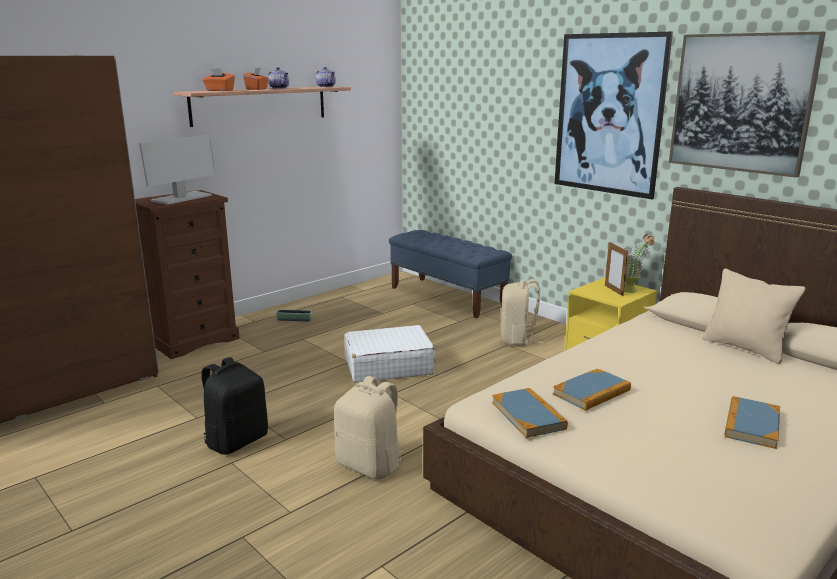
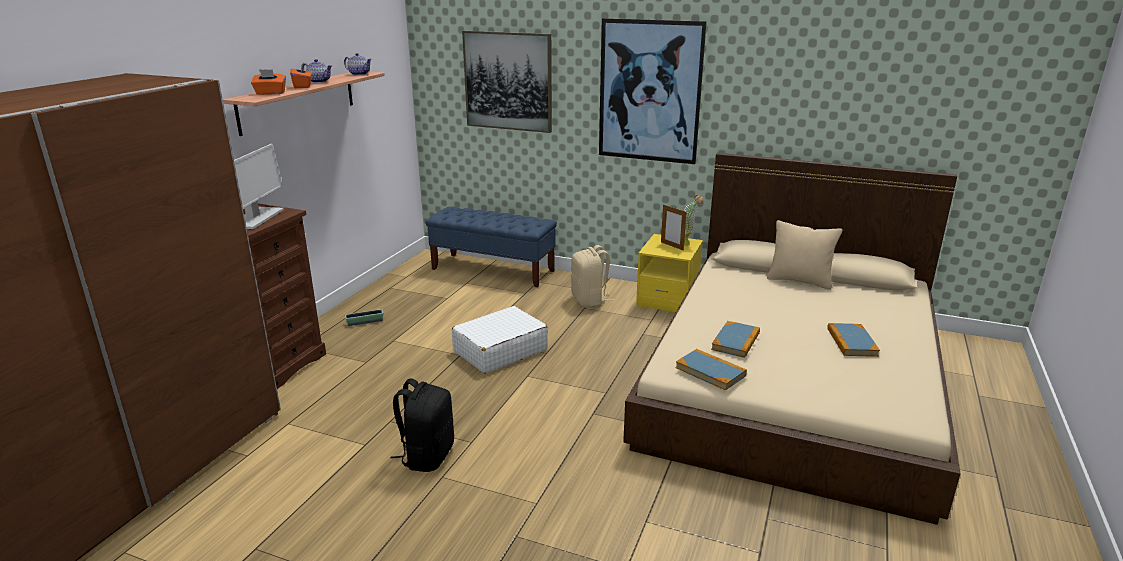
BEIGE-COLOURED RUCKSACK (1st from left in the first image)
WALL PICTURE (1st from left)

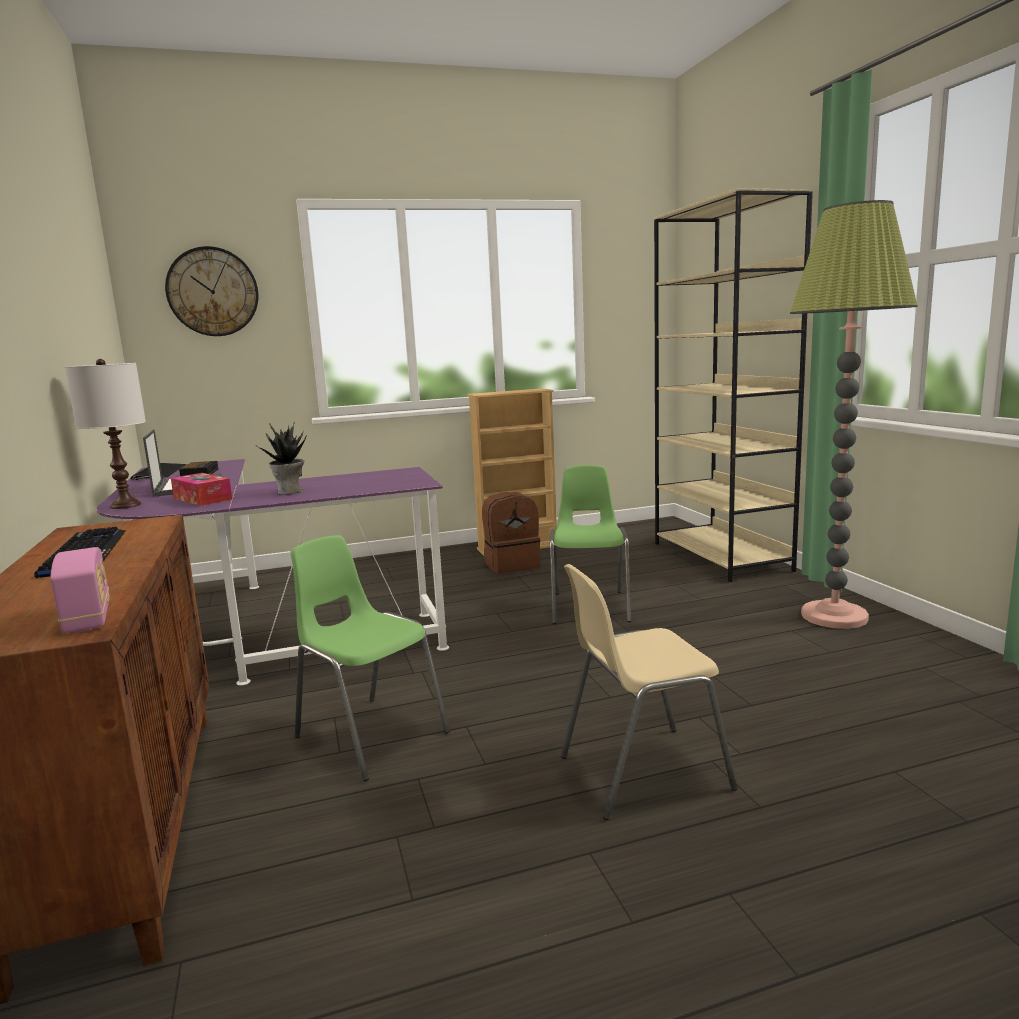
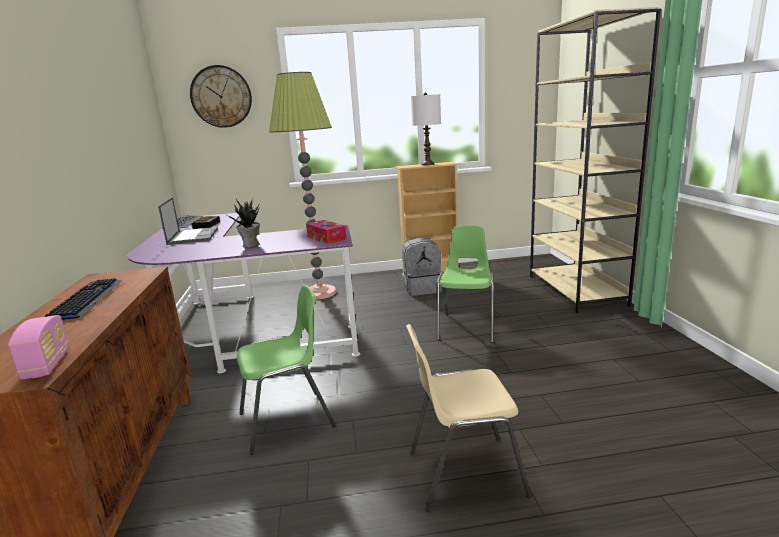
WHITE TABLE LAMP
TISSUE BOX
GREEN-COLOURED PLAIN CHAIR (1st from left)
GREY RUCKSACK
STANDING LAMP

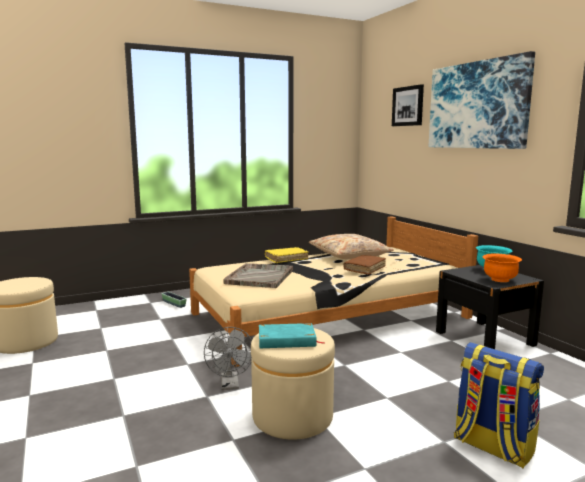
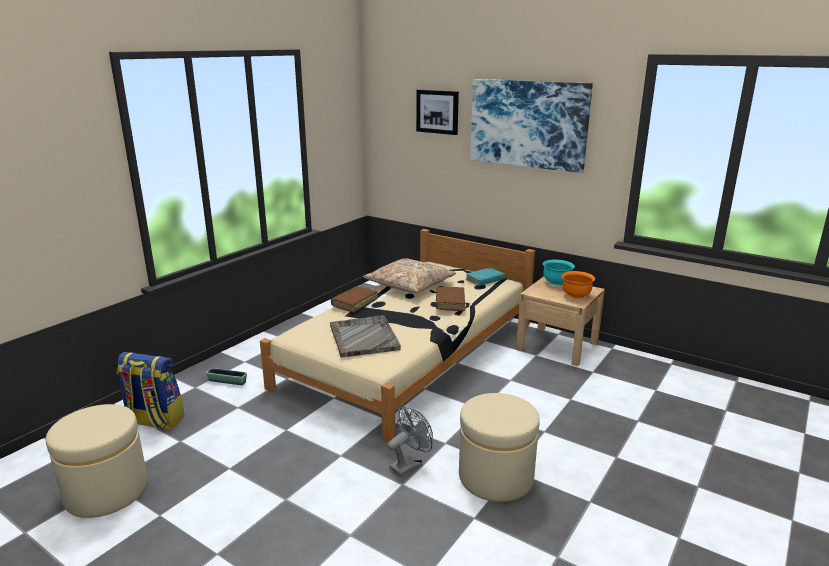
GREY COOLING FAN
BLUE-GREEN VOLUME
BROWN VOLUME (1st from left)
BEIGE-COLOURED NIGHT TABLE
RUCKSACK

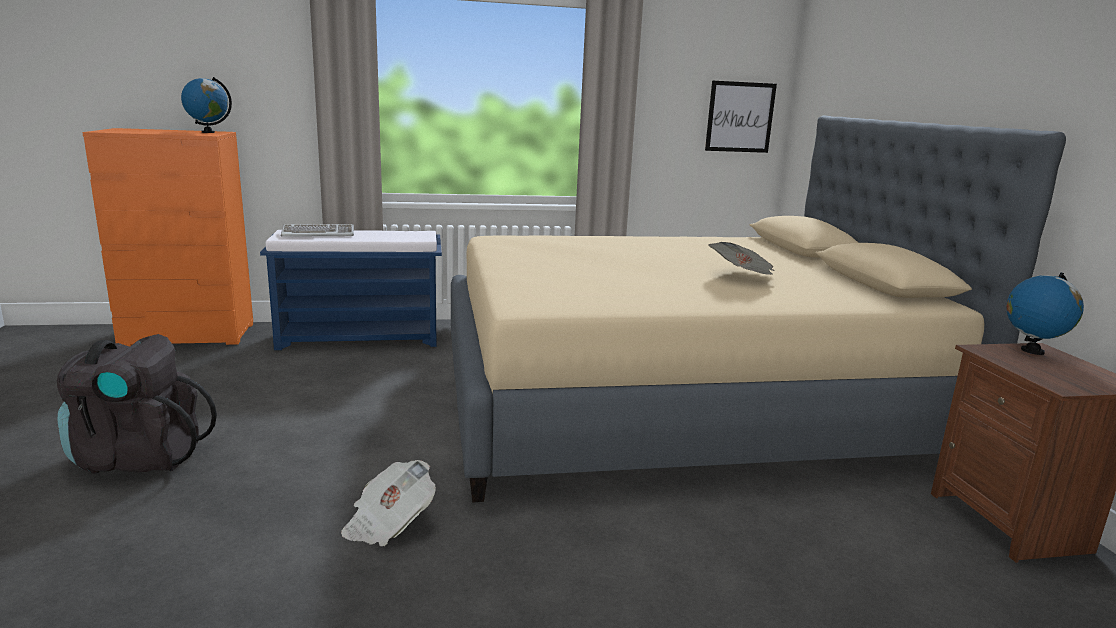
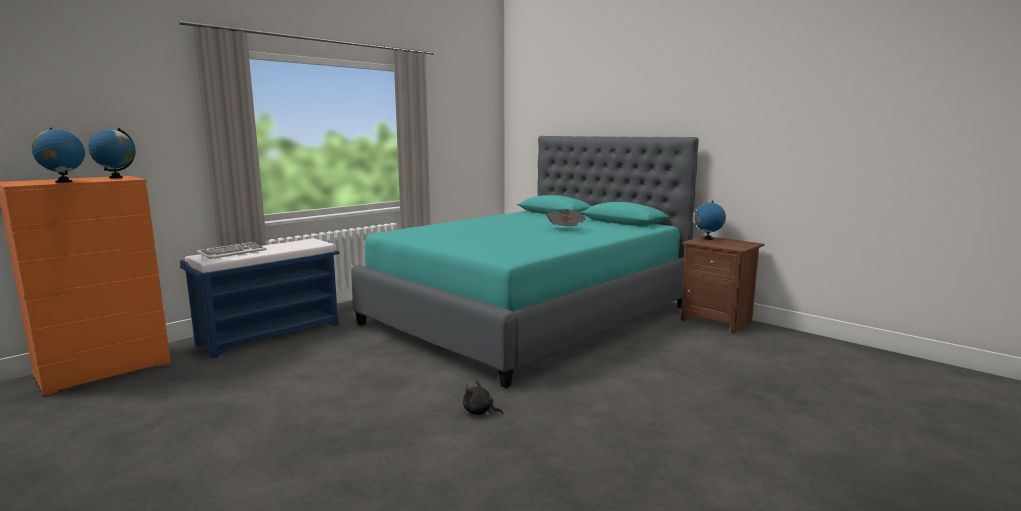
BLACKISH RUCKSACK
BLACKISH CUDDLY TOY
BLUE-GREEN BEDROOM BED
WALL PICTURE
WORLD GLOBE (1st from left)

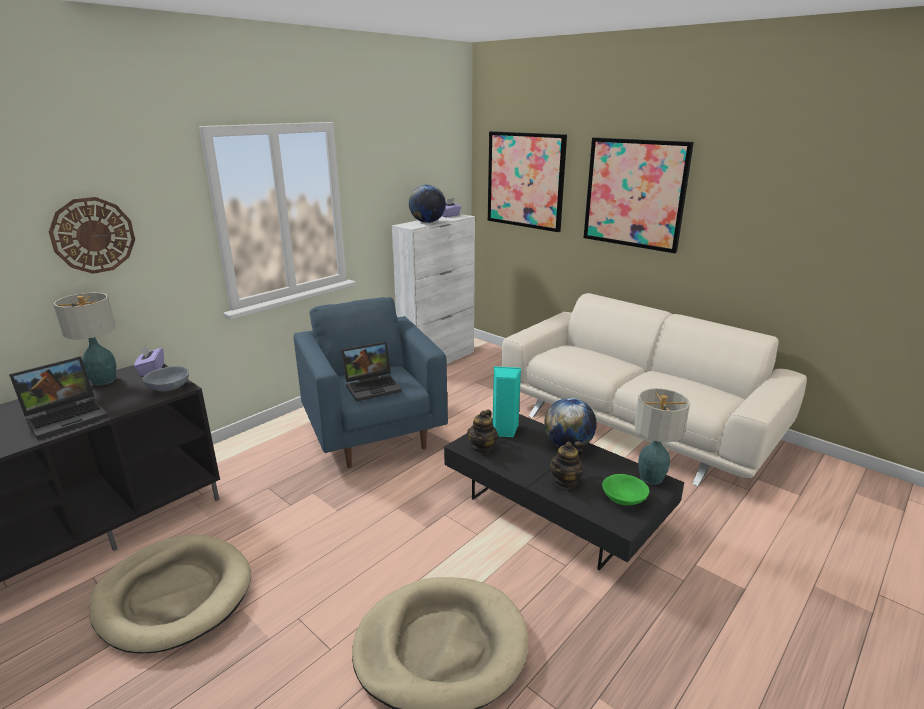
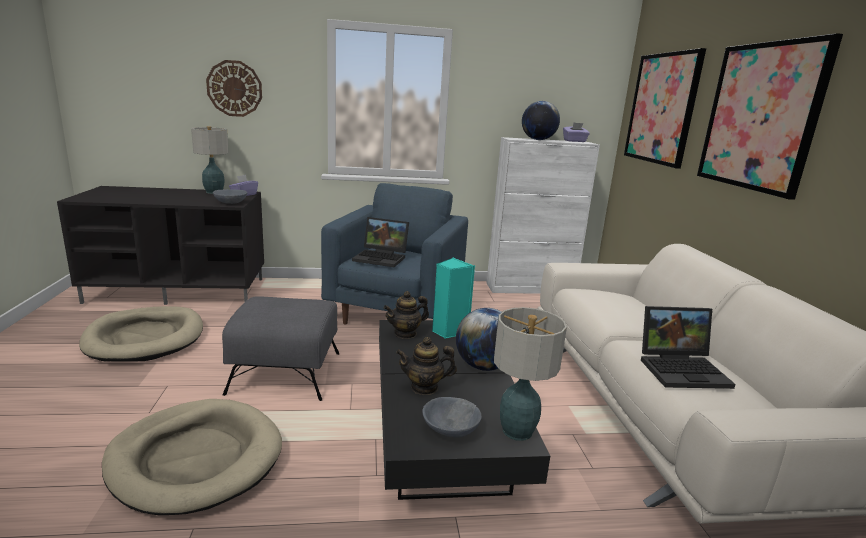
NOTEBOOK COMPUTER (2nd from left)
GREY SERVING BOWL (2nd from left)
GREY FOOTREST

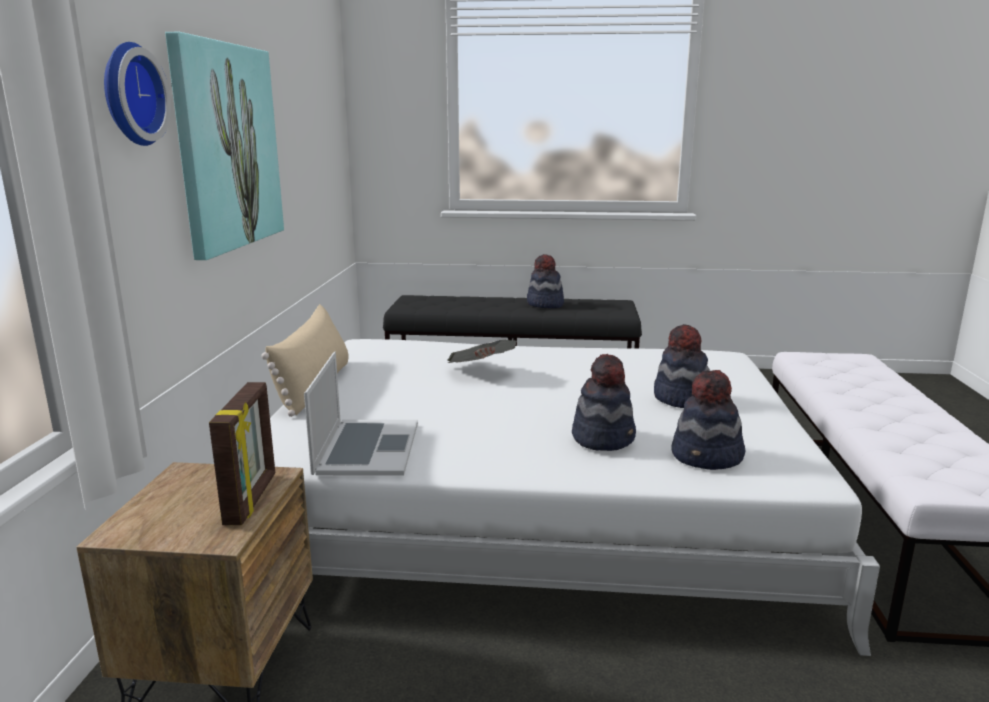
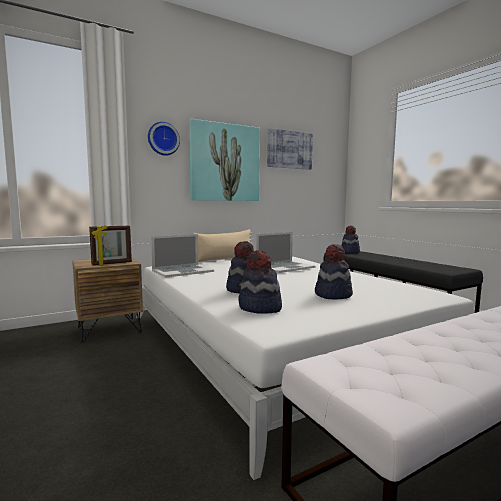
NOTEBOOK COMPUTER (2nd from left)
WEARABLE HAT (4th from left)
WALL PICTURE (2nd from left)

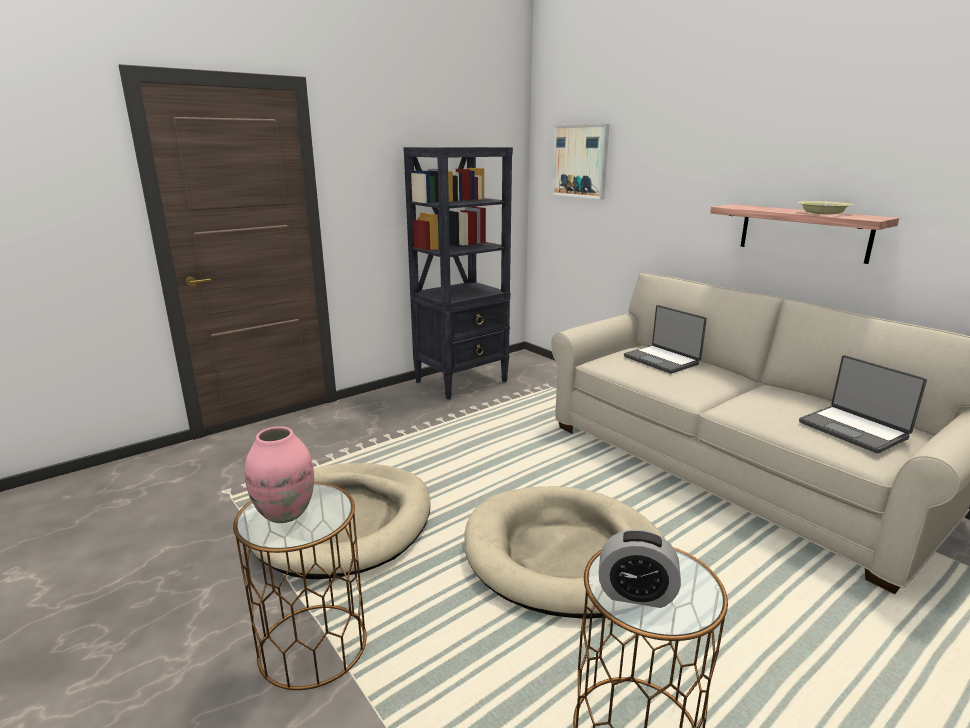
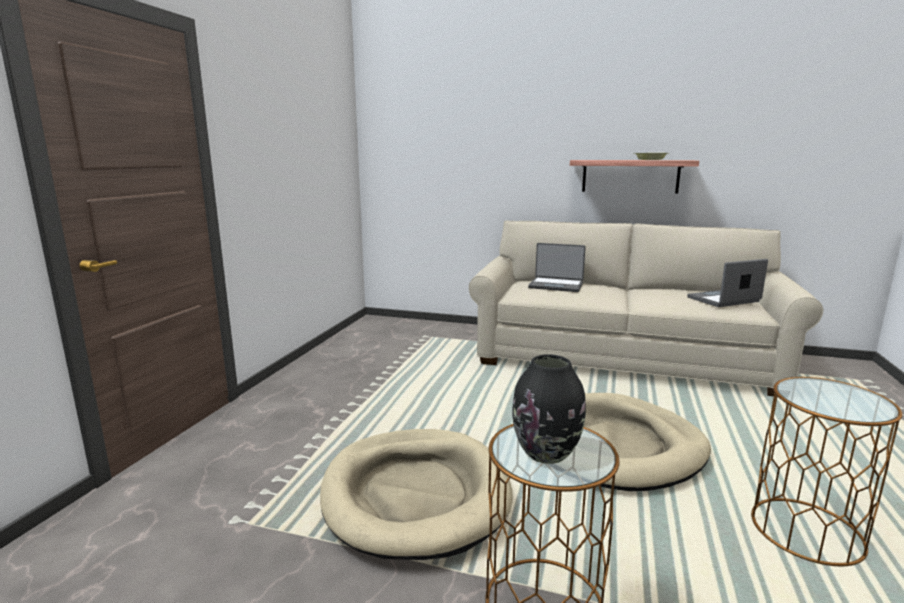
BLACKISH VASE
BLACKISH BOOKSHELF
WALL PICTURE
TABLE CLOCK
NOTEBOOK COMPUTER (2nd from left)

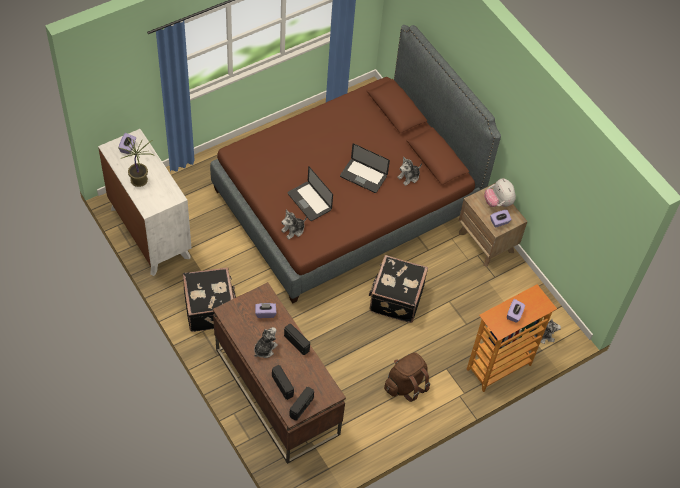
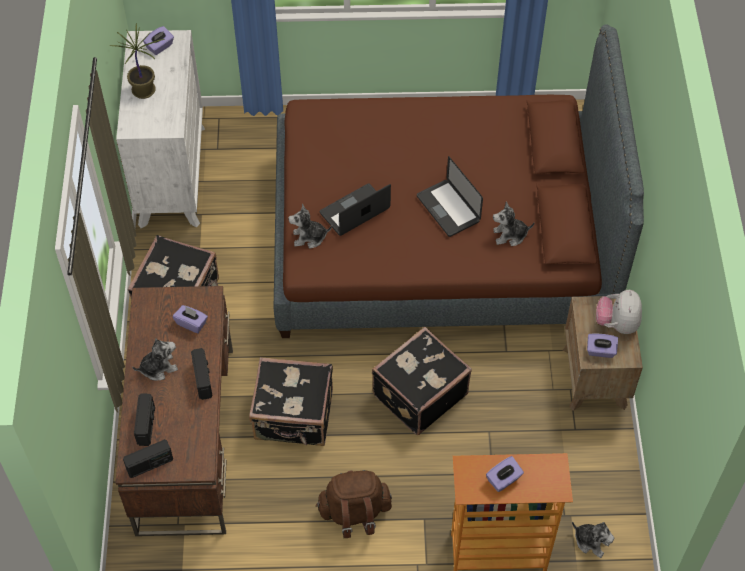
NOTEBOOK COMPUTER (1st from left)
BLACKISH TRAVEL CASE (2nd from left)

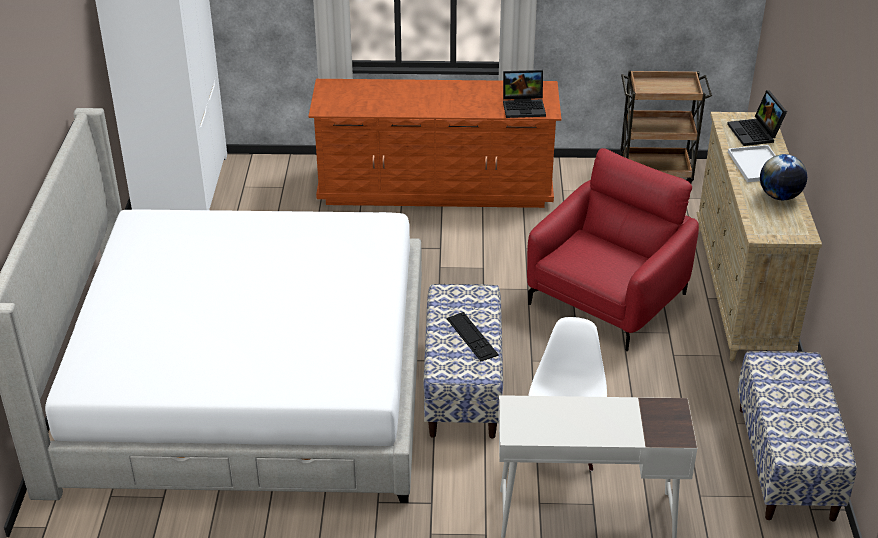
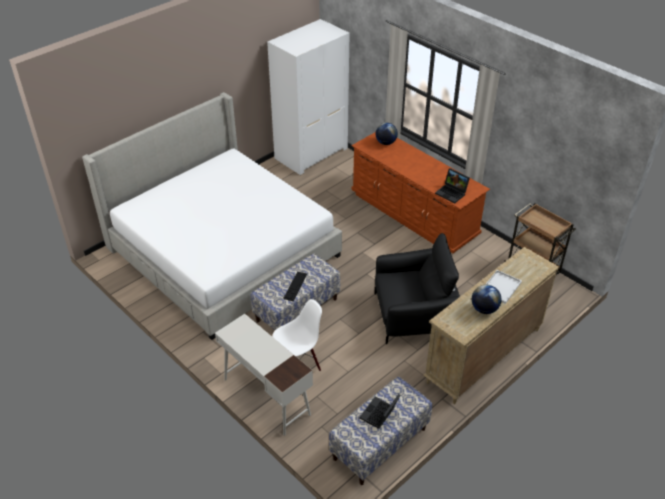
BLACKISH ARMCHAIR
NOTEBOOK COMPUTER (1st from left)
WORLD GLOBE (1st from left)

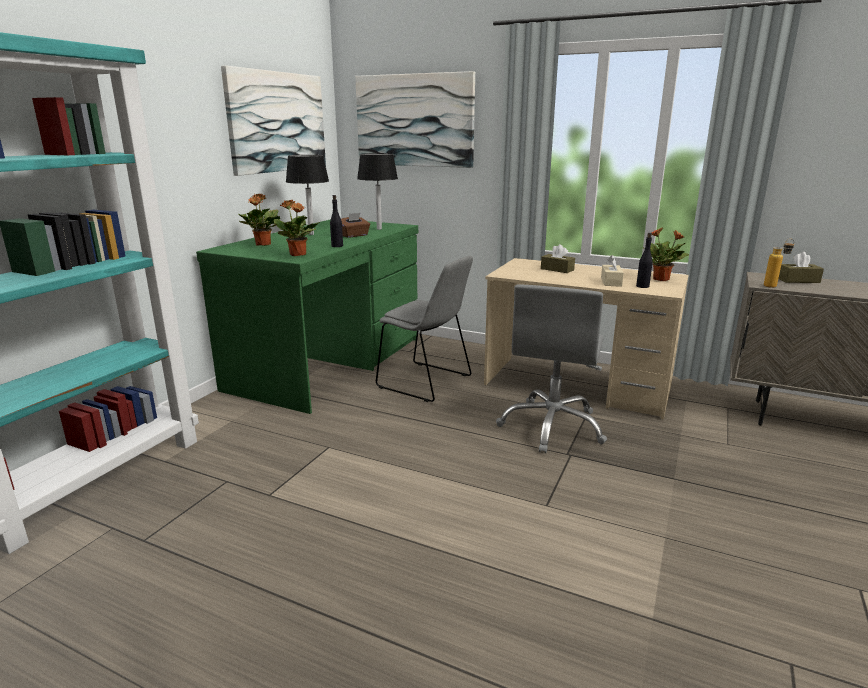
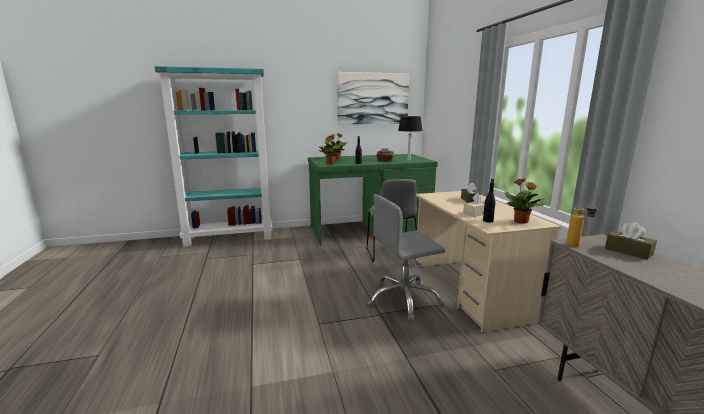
BLACKISH TABLE LAMP (1st from left in the first image)
WALL PICTURE (2nd from left in the first image)

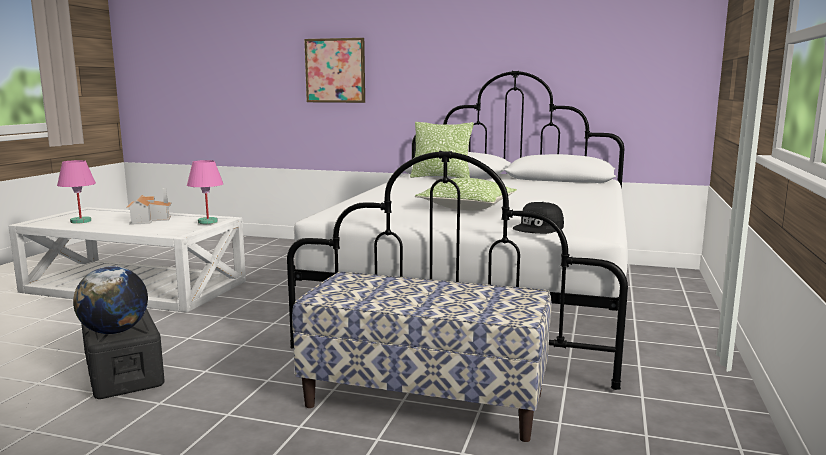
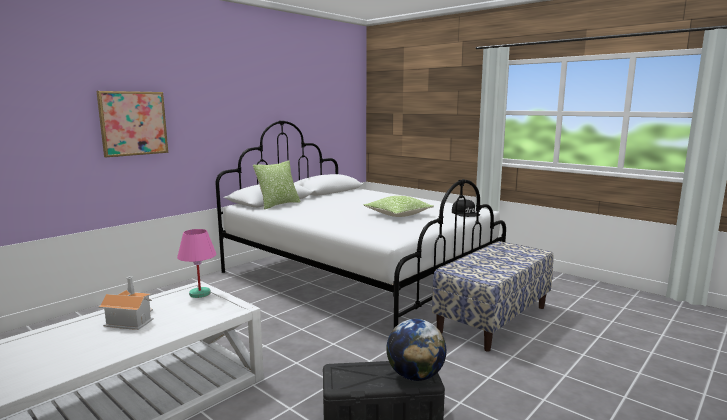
PINKISH TABLE LAMP (1st from left in the first image)

